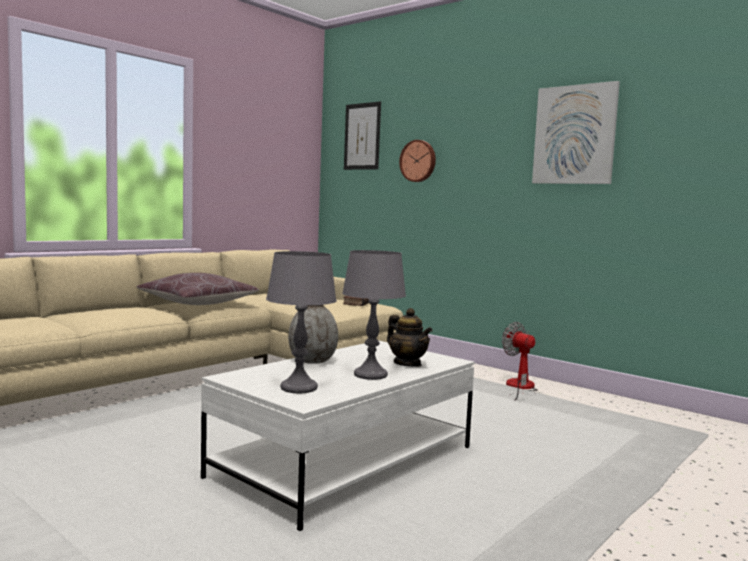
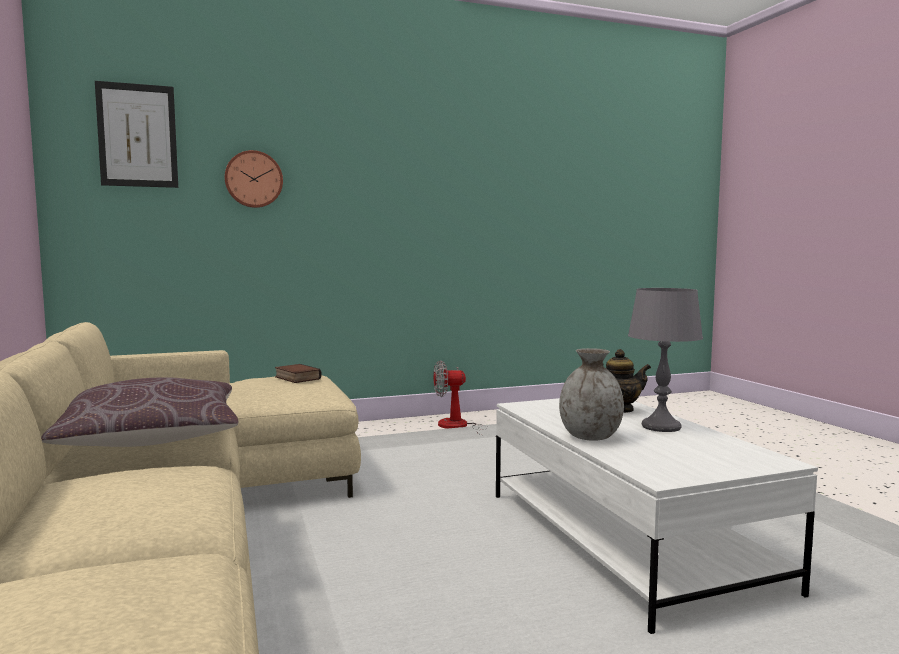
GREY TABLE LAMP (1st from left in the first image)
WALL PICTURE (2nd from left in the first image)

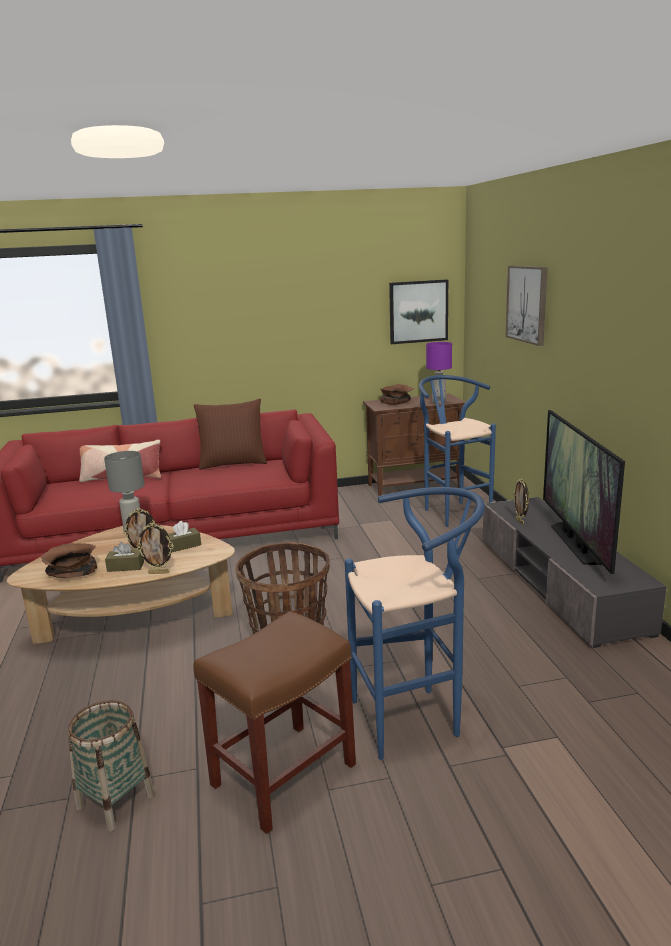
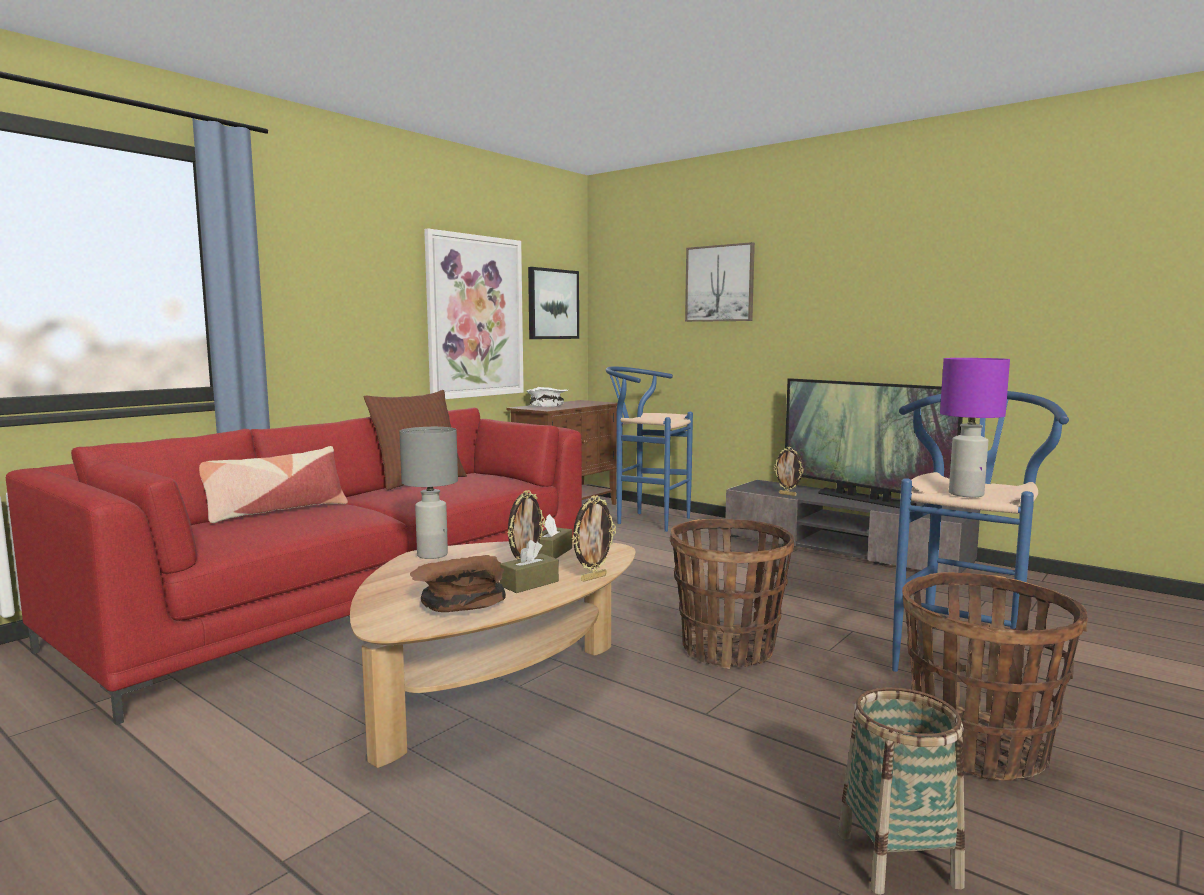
STORAGE BASKET (3rd from left)
WHITE SERVING BOWL
PURPLE-COLOURED TABLE LAMP
WALL PICTURE (1st from left)

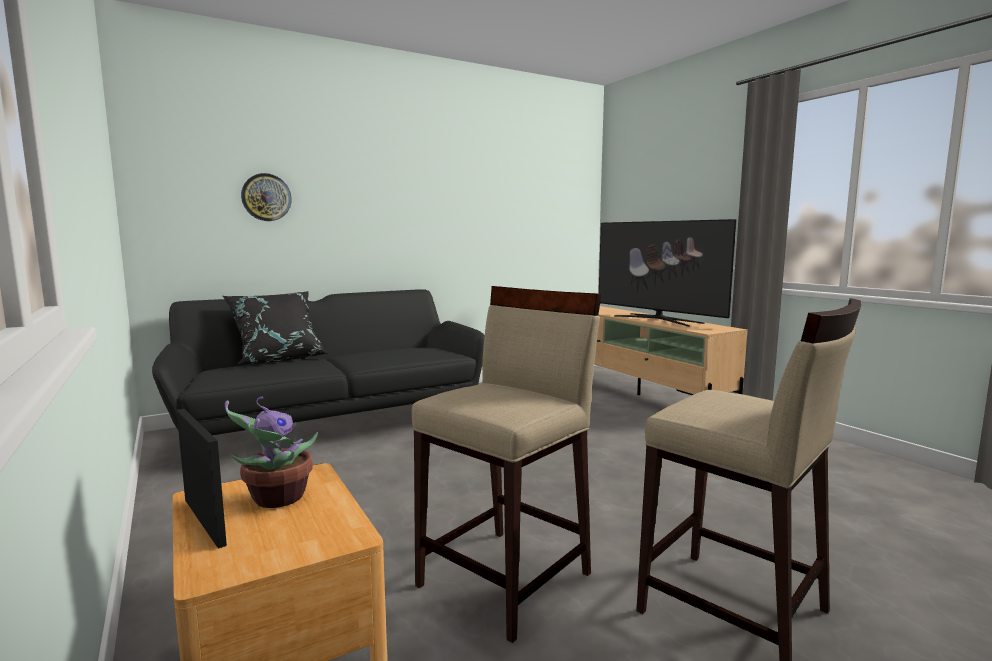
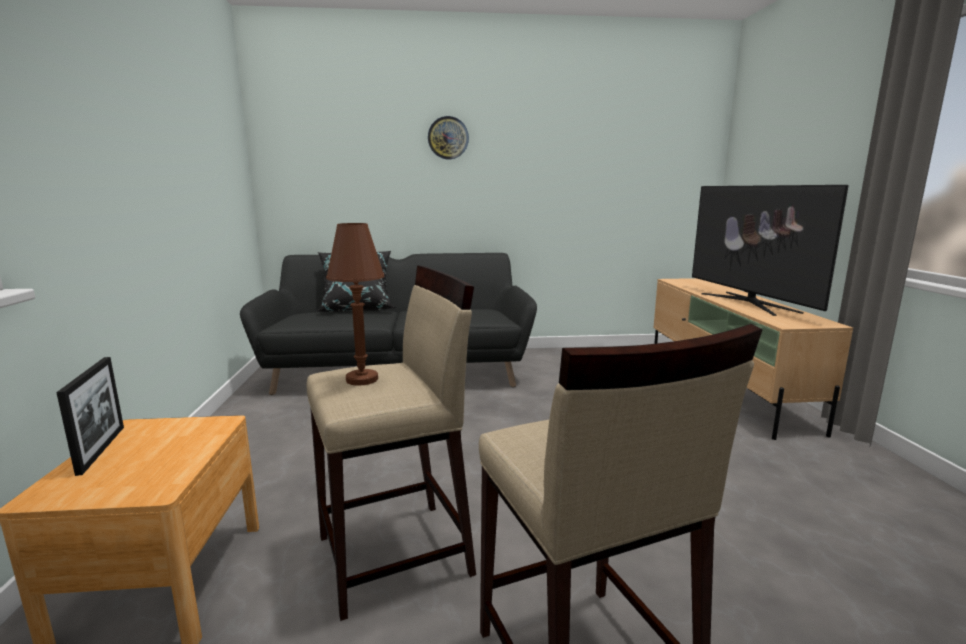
POTTED PLANT
HANGING CLOCK
BROWN TABLE LAMP

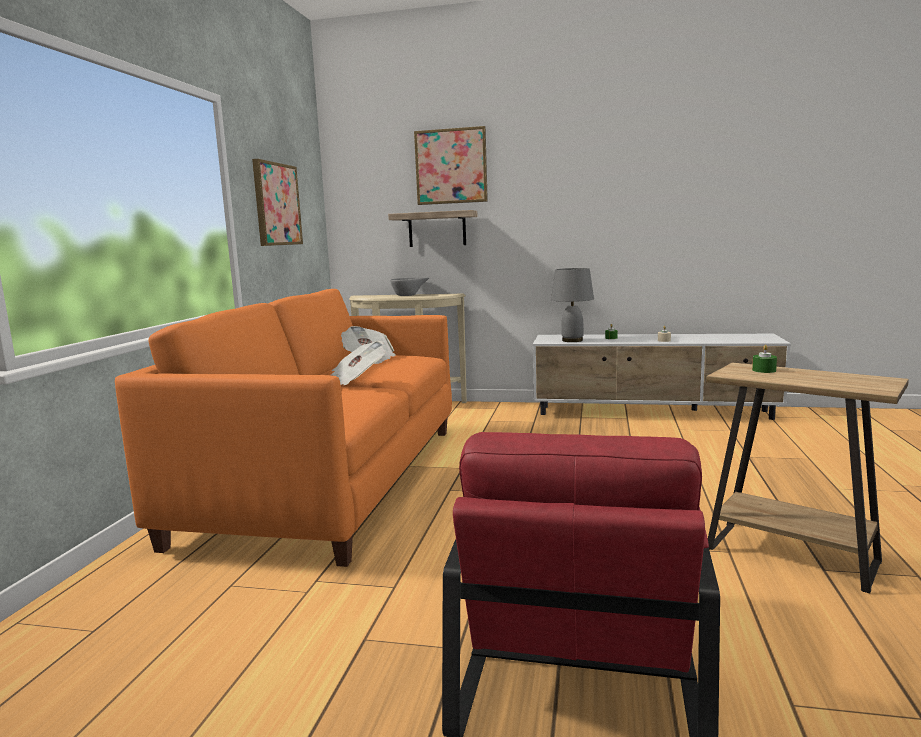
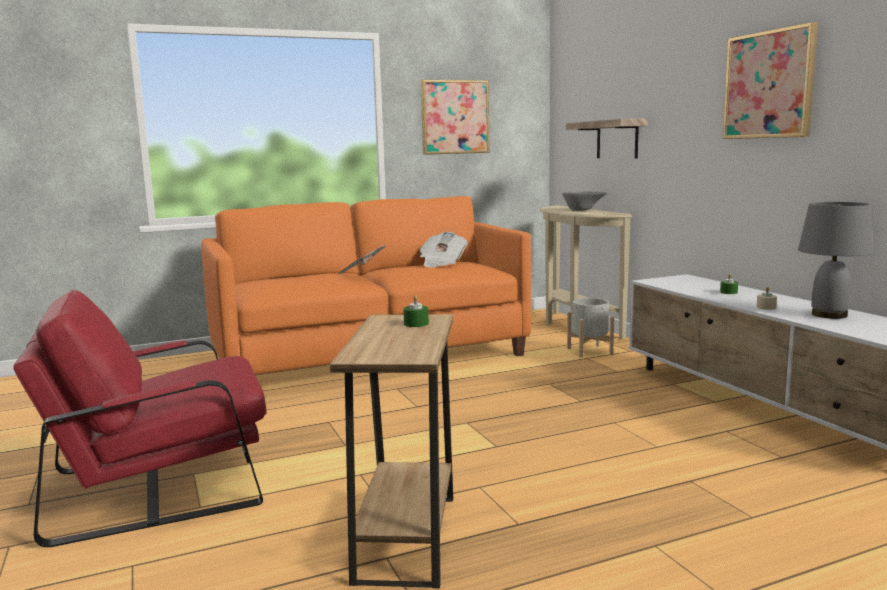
WALL PICTURE (2nd from left)
GREY TABLE LAMP
GREY FLOWER POT

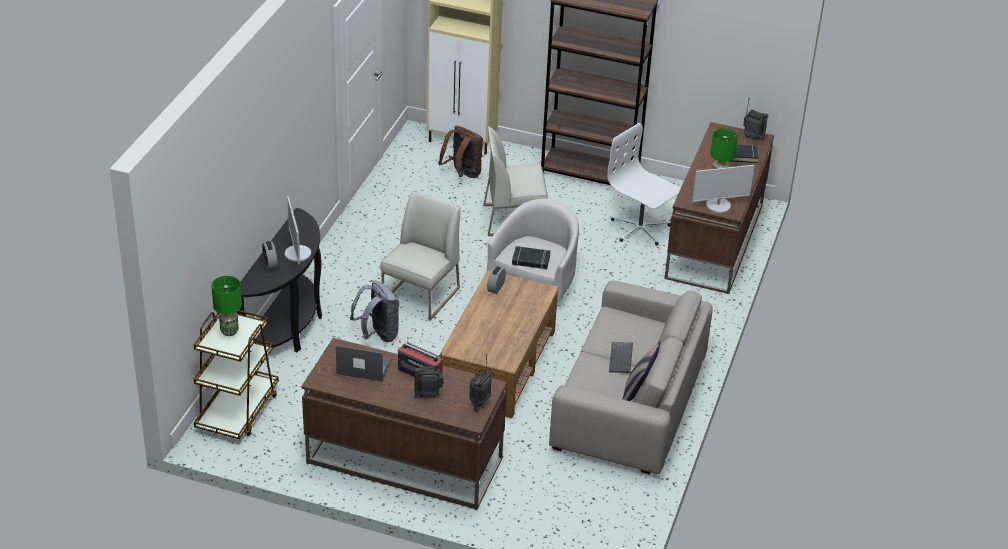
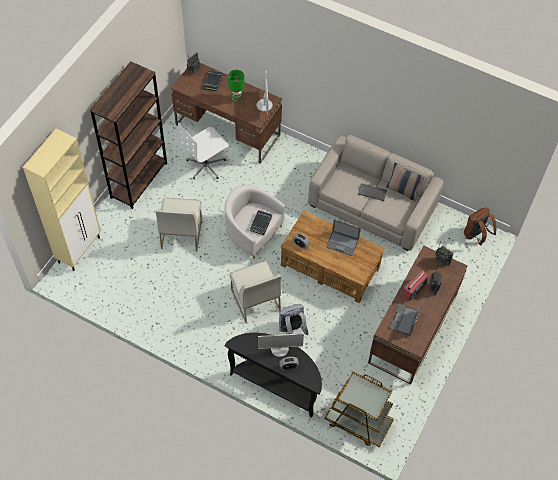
GREEN-COLOURED TABLE LAMP (1st from left in the first image)
WHITE PLAIN CHAIR (2nd from left)
BROWN RUCKSACK
NOTEBOOK COMPUTER (1st from left)

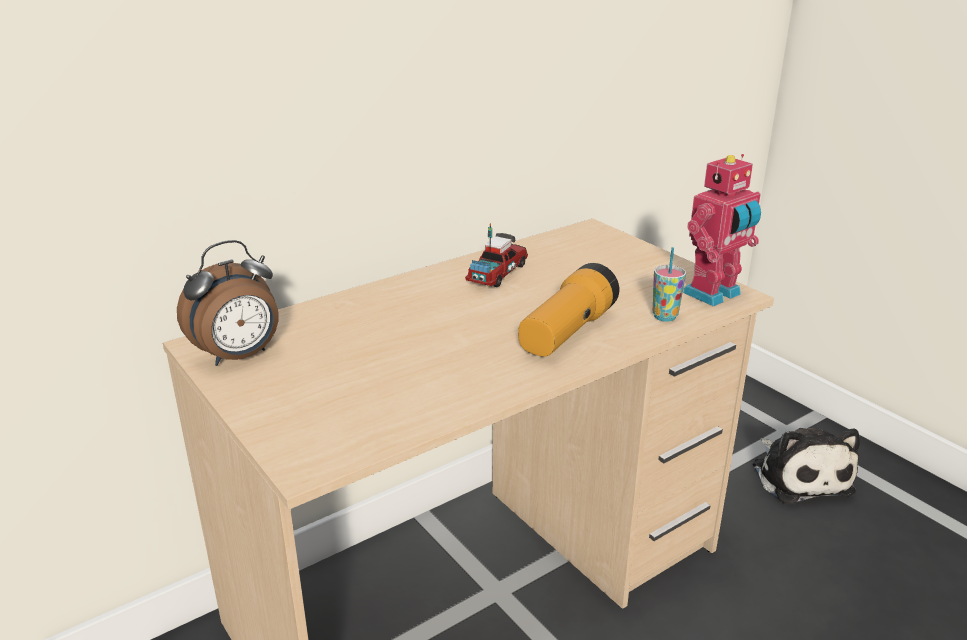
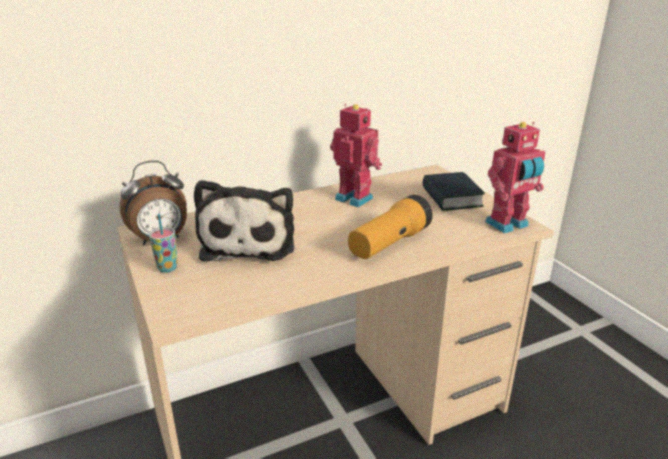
ROBOT FIGURE (1st from left)
SMALL CUP
CUDDLY TOY
VOLUME

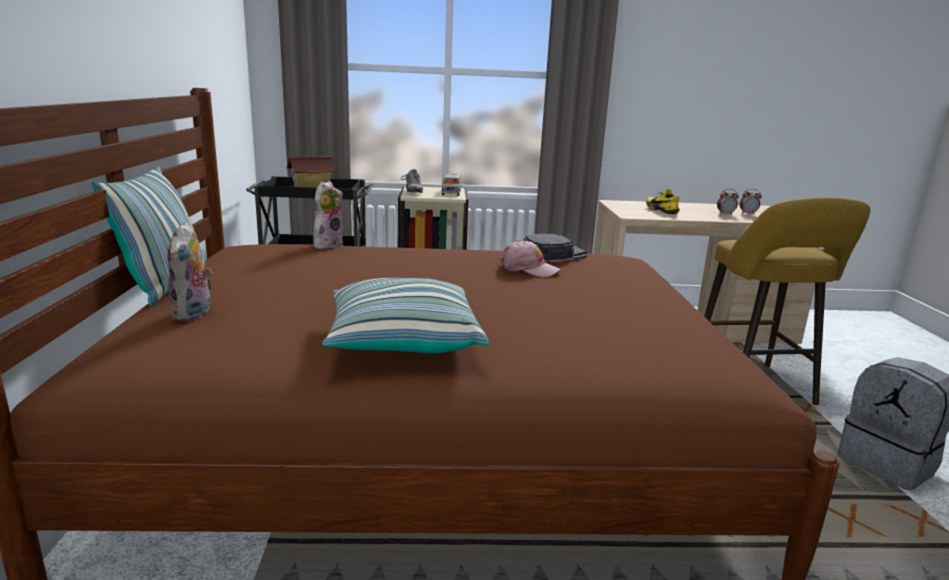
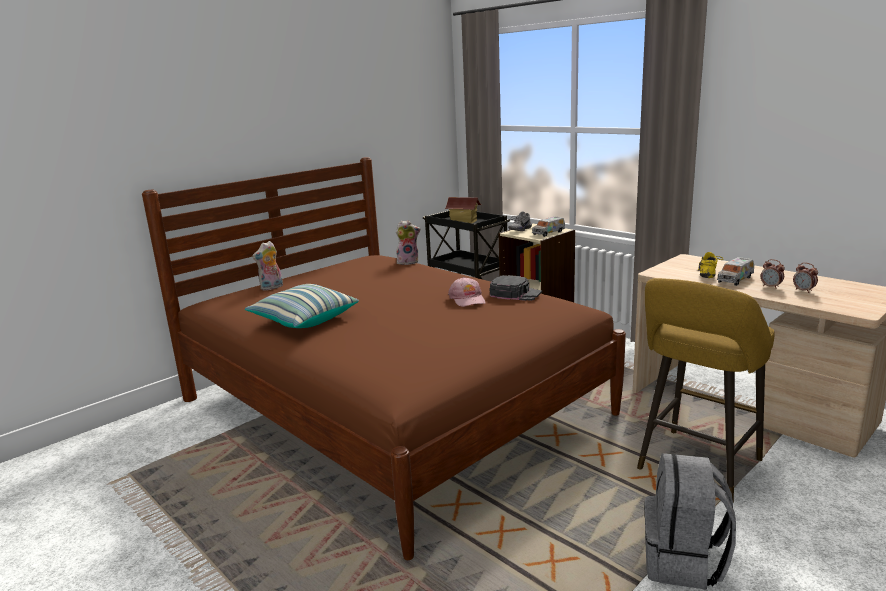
CUSHION (1st from left in the first image)
TOY TRUCK (2nd from left)

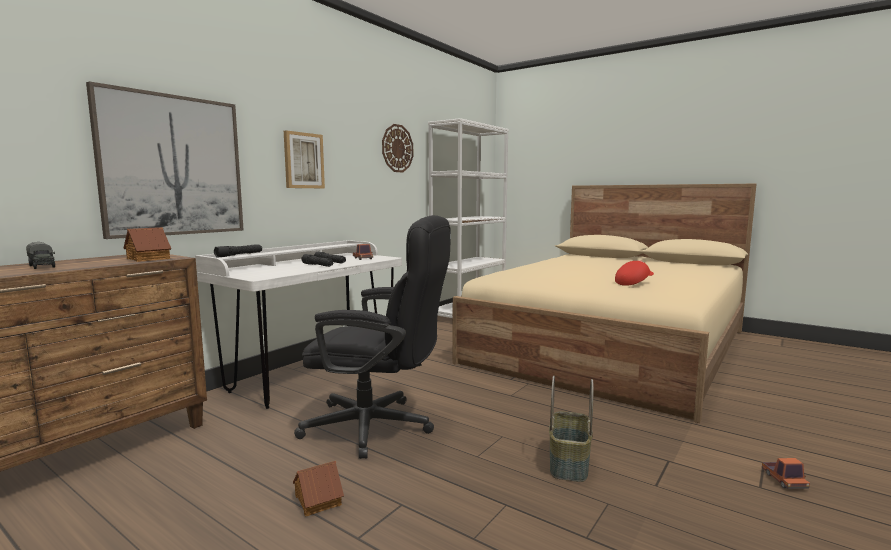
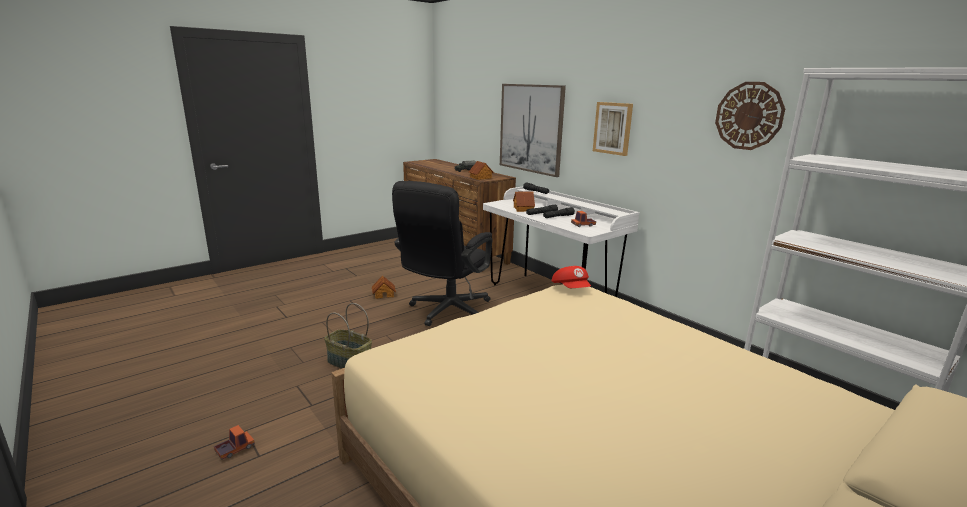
REDDISH PEAKED CAP
TOY TRUCK (1st from left)
MODEL HOUSE (3rd from left)

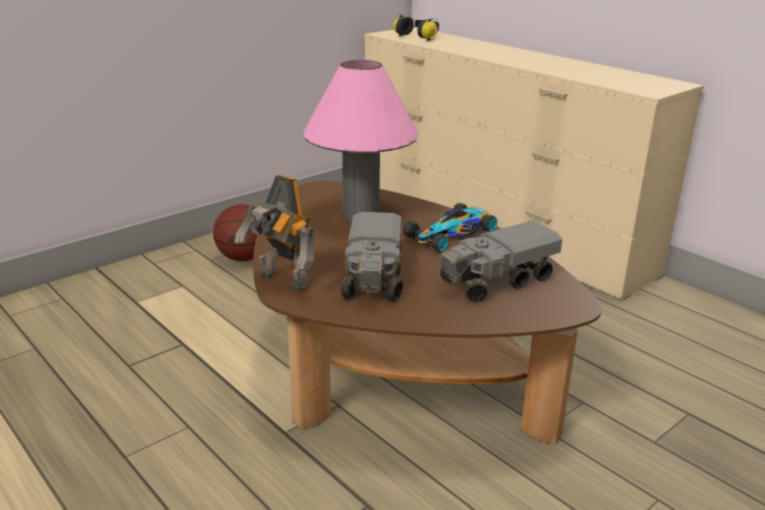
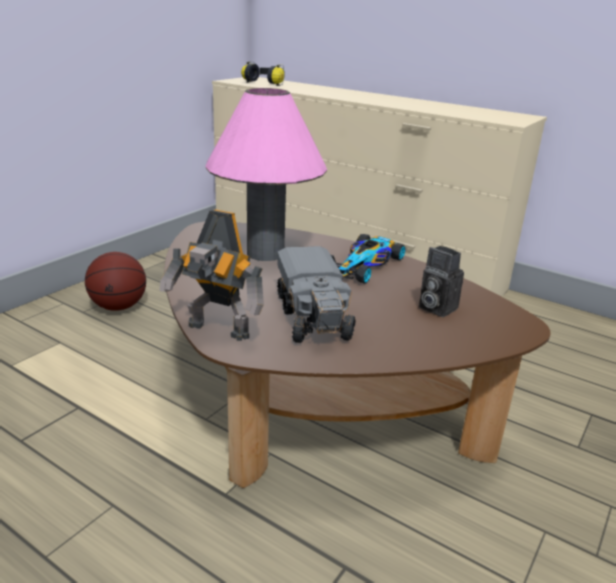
PHOTO CAMERA

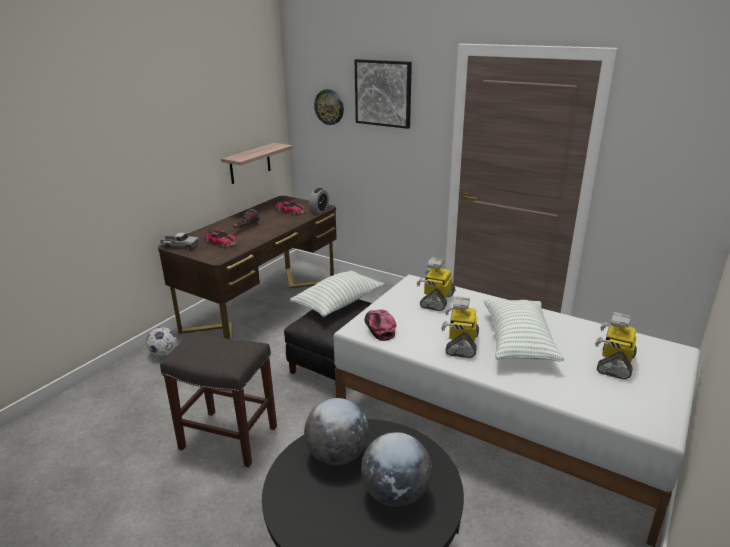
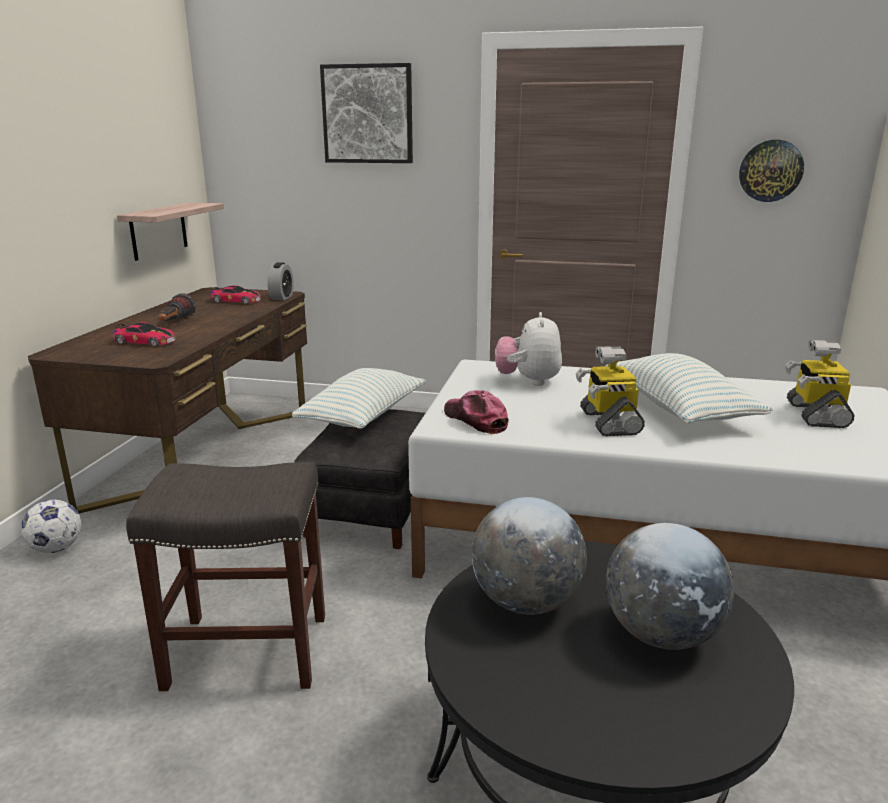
TOY TRUCK
HANGING CLOCK
CUDDLY TOY

